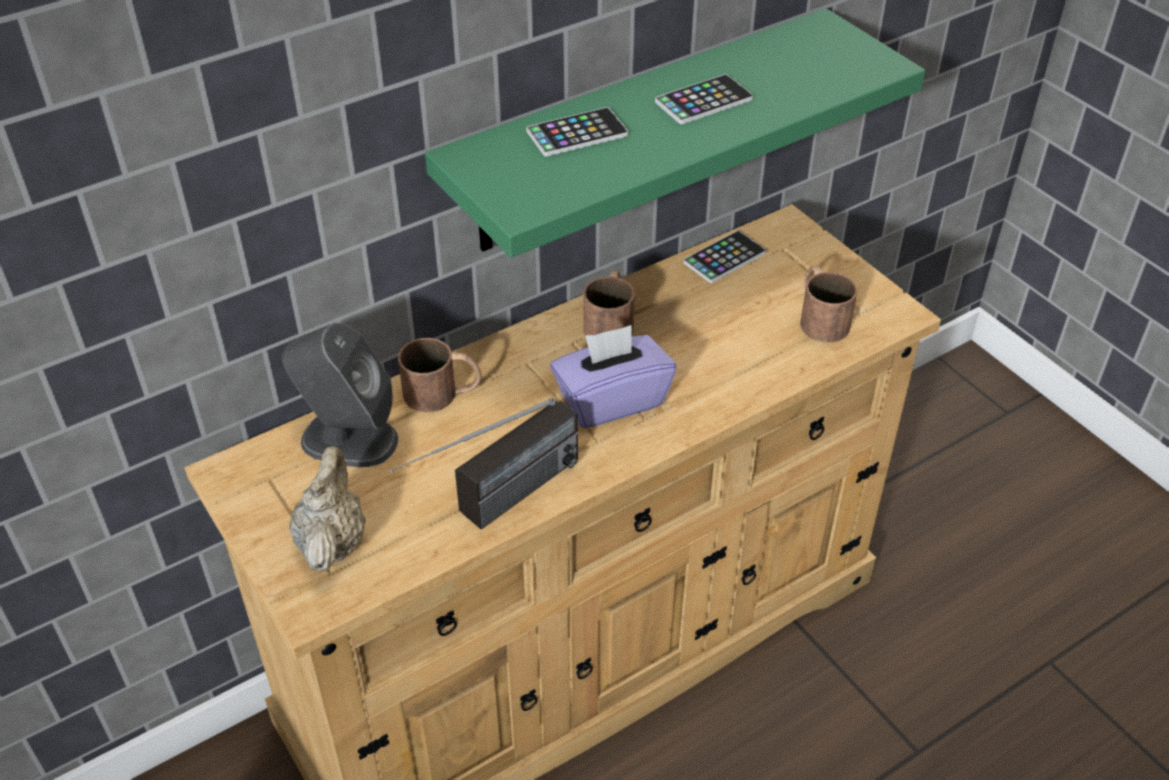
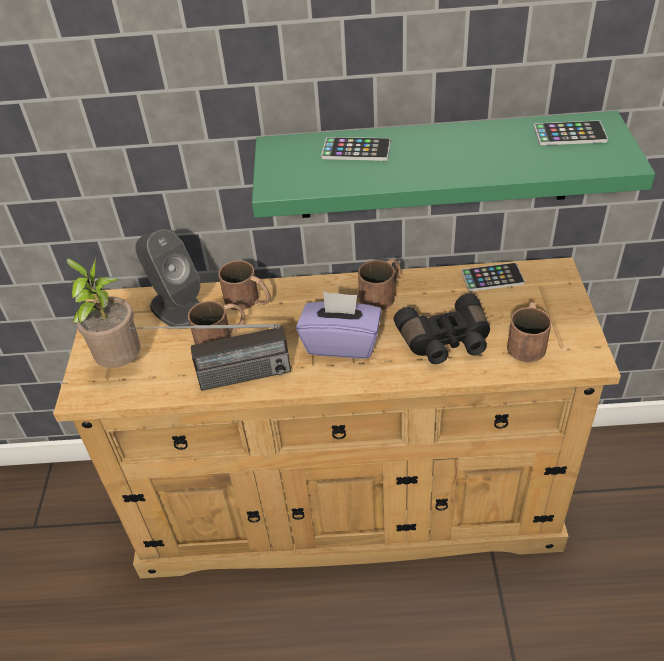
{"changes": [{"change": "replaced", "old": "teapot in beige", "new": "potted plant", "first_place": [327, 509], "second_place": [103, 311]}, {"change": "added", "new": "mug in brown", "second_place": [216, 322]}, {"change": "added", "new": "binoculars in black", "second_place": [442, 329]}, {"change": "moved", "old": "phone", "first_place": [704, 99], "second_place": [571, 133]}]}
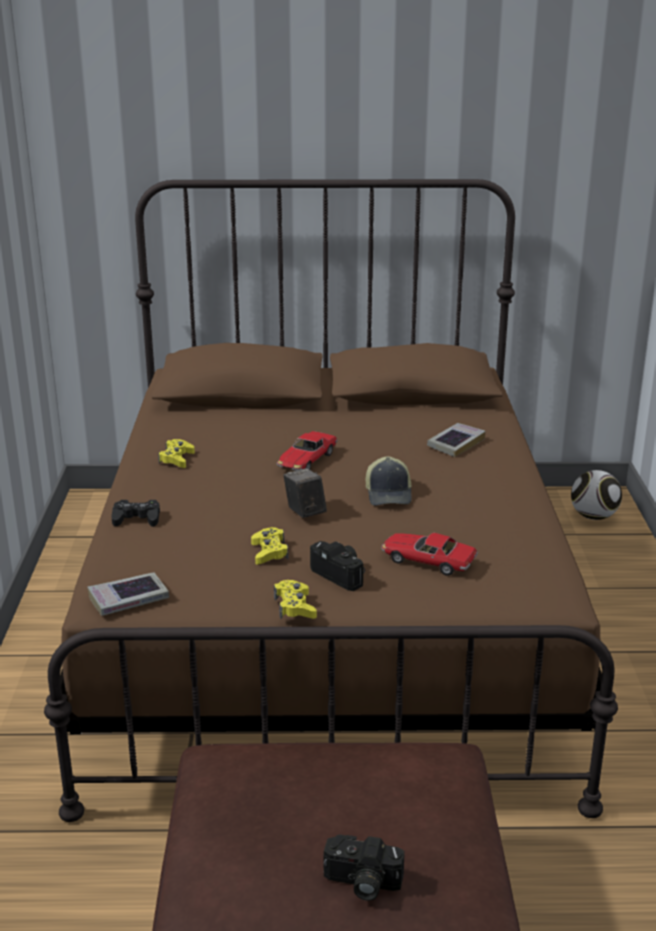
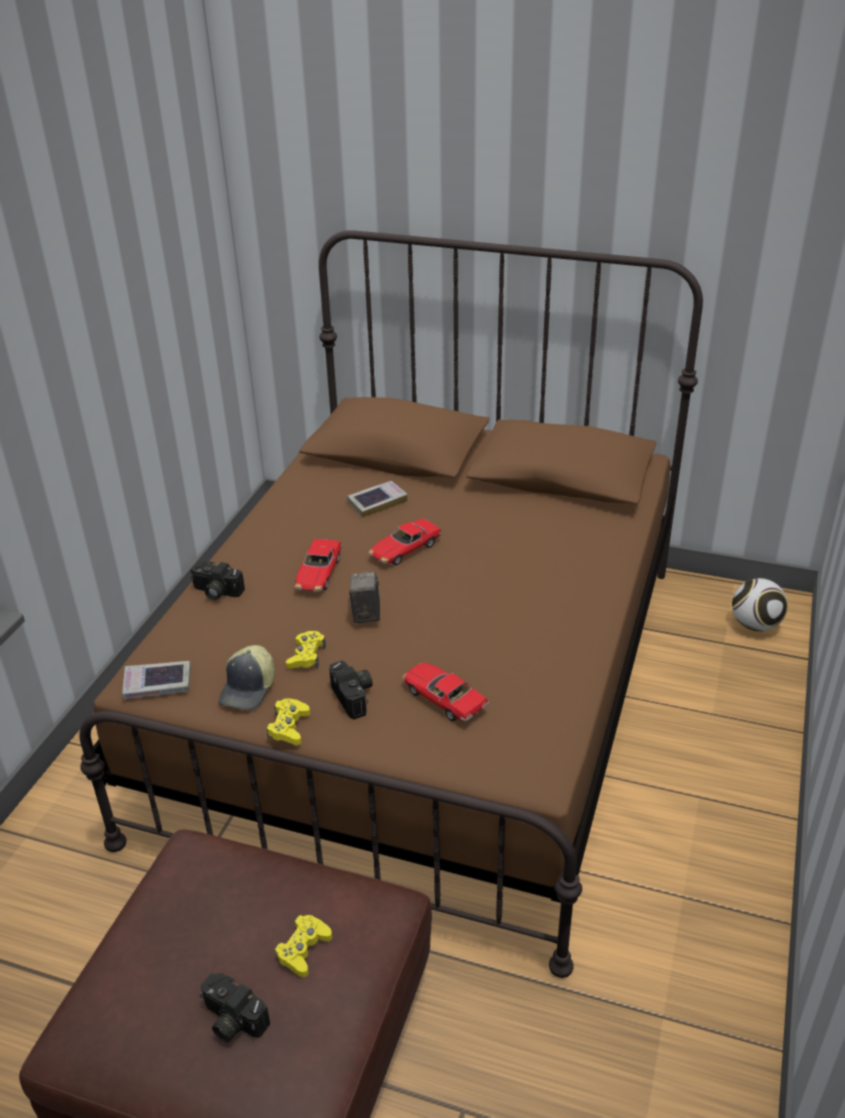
{"changes": [{"change": "replaced", "old": "game controller in black", "new": "photo camera", "first_place": [135, 513], "second_place": [218, 580]}, {"change": "moved", "old": "cap", "first_place": [389, 481], "second_place": [246, 677]}, {"change": "moved", "old": "game controller in yellow", "first_place": [176, 453], "second_place": [303, 946]}, {"change": "added", "new": "toy car", "second_place": [318, 565]}, {"change": "moved", "old": "book", "first_place": [456, 440], "second_place": [377, 499]}]}
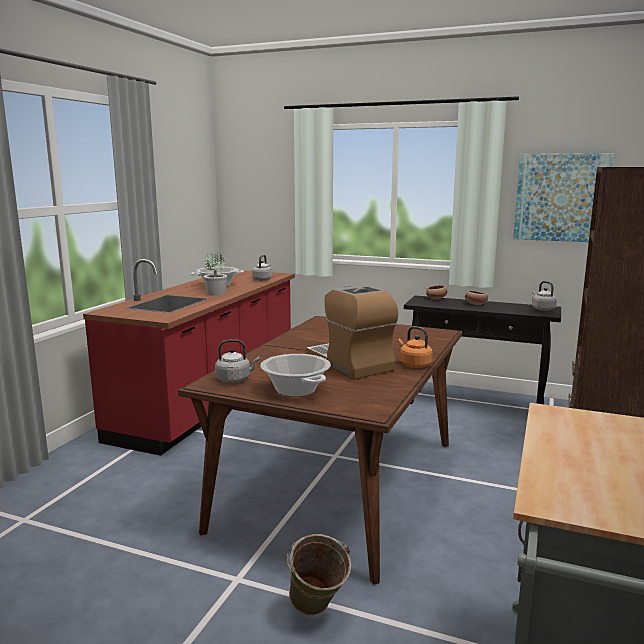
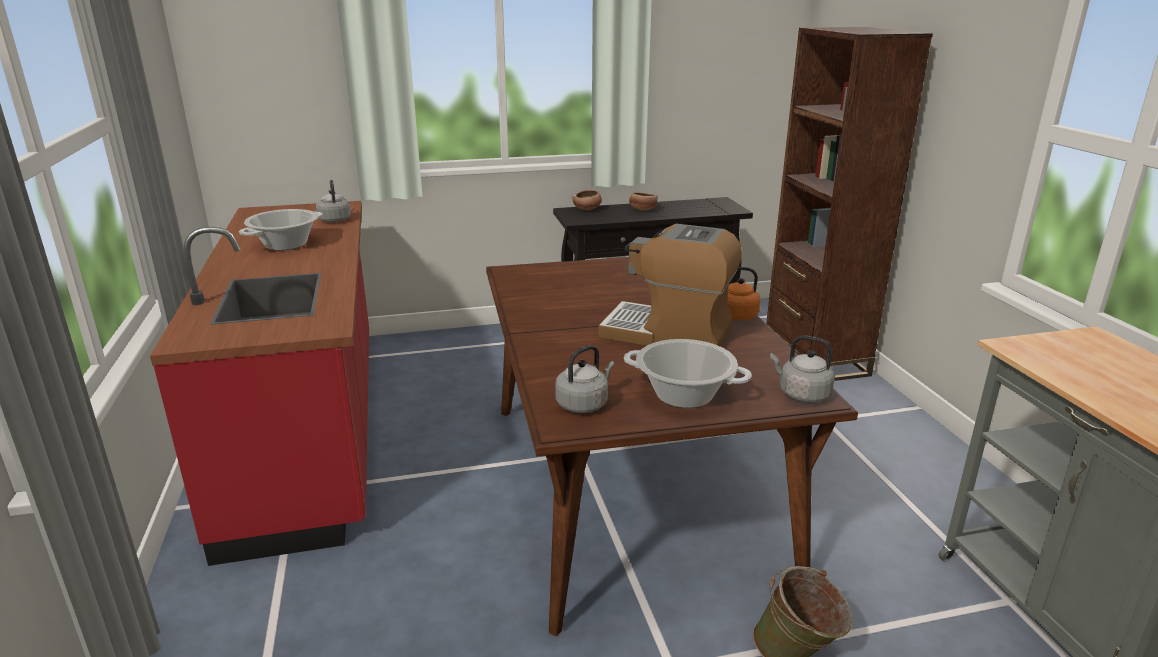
{"changes": [{"change": "moved", "old": "kettle in grey", "first_place": [544, 296], "second_place": [802, 369]}, {"change": "removed", "old": "potted plant", "first_place": [215, 274]}, {"change": "removed", "old": "picture", "first_place": [563, 197]}]}
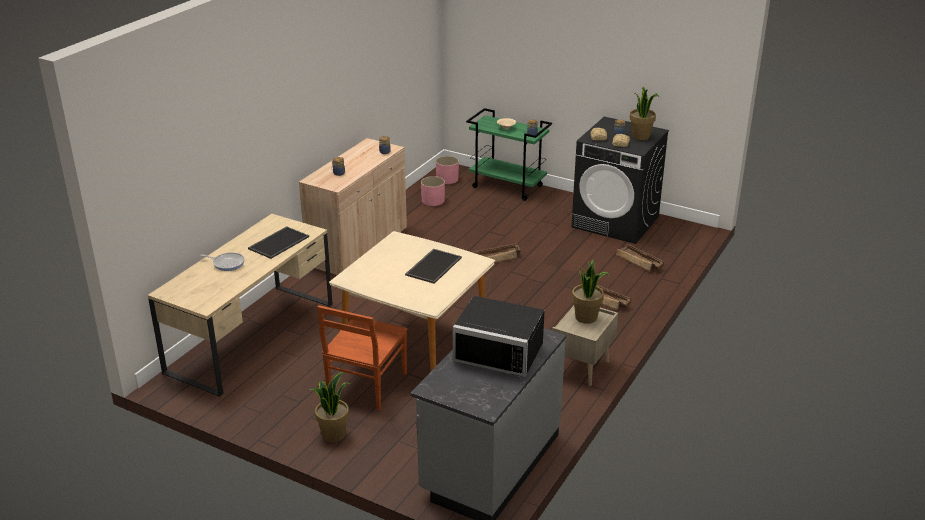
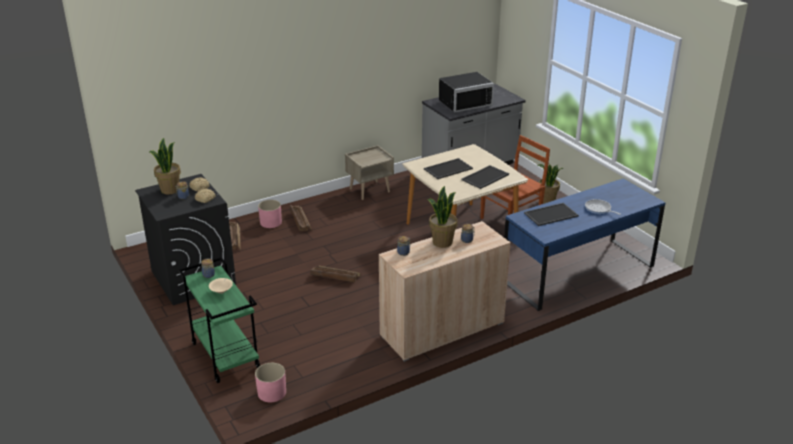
{"changes": [{"change": "moved", "old": "planter in pink", "first_place": [433, 191], "second_place": [270, 214]}, {"change": "moved", "old": "potted plant", "first_place": [591, 291], "second_place": [443, 217]}, {"change": "turned", "old": "microwave in black", "first_place": [499, 336], "second_place": [466, 92], "degrees": 105}, {"change": "added", "new": "tray", "second_place": [485, 177]}, {"change": "recoloured", "old": "desk in beige", "new": "desk in blue", "first_place": [240, 305], "second_place": [585, 244]}]}
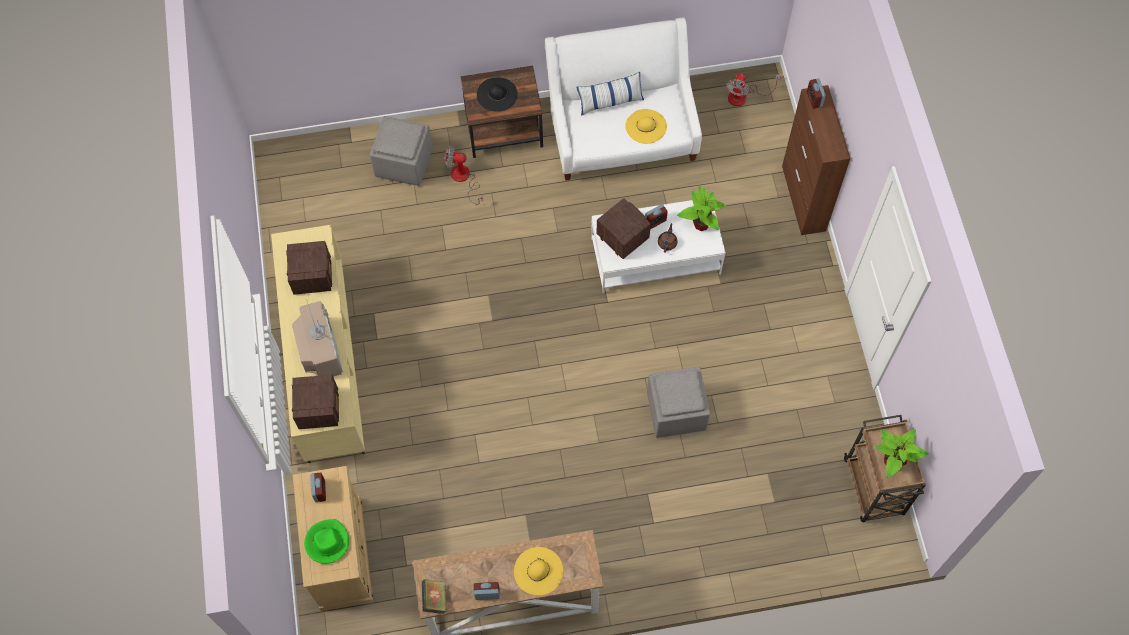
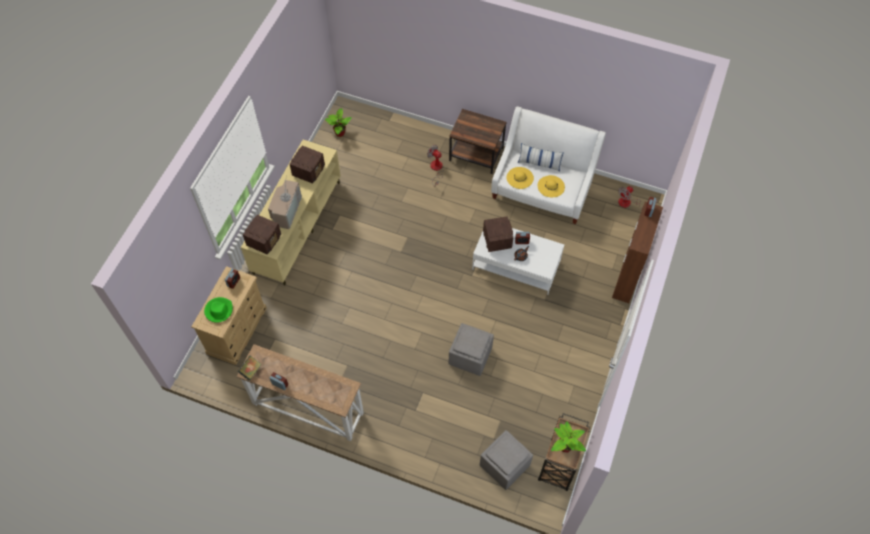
{"changes": [{"change": "moved", "old": "potted plant", "first_place": [701, 208], "second_place": [338, 122]}, {"change": "moved", "old": "ottoman in grey", "first_place": [401, 151], "second_place": [506, 460]}, {"change": "moved", "old": "hat in yellow", "first_place": [538, 571], "second_place": [520, 178]}, {"change": "removed", "old": "hat in black", "first_place": [497, 95]}]}
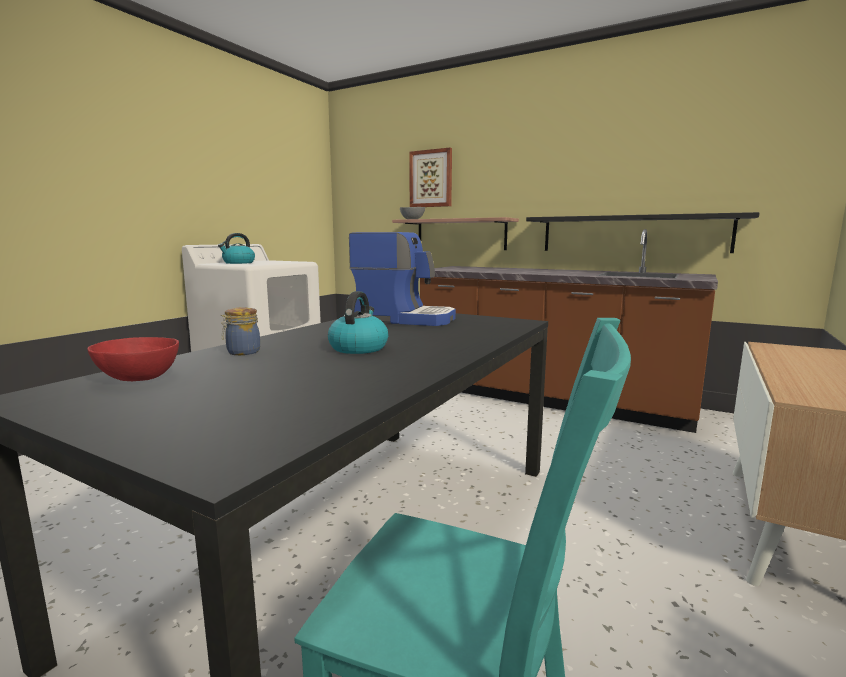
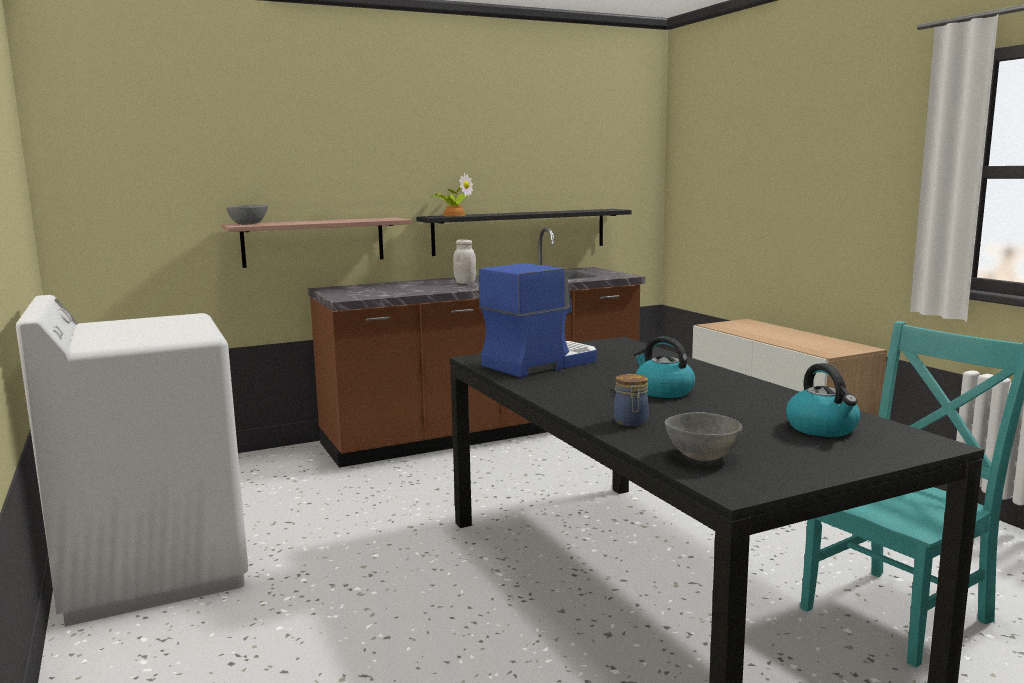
{"changes": [{"change": "added", "new": "potted plant", "second_place": [452, 194]}, {"change": "added", "new": "jar in white", "second_place": [464, 262]}, {"change": "recoloured", "old": "bowl in red", "new": "bowl in grey", "first_place": [133, 359], "second_place": [704, 436]}, {"change": "moved", "old": "kettle", "first_place": [236, 248], "second_place": [823, 400]}, {"change": "removed", "old": "picture", "first_place": [430, 177]}]}
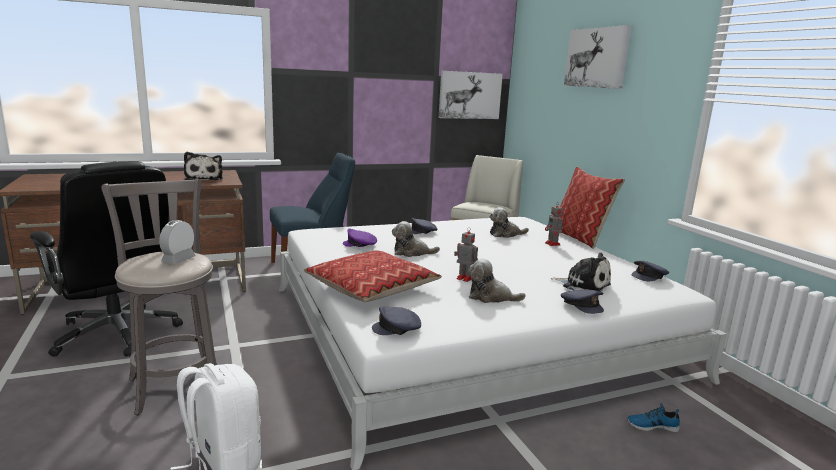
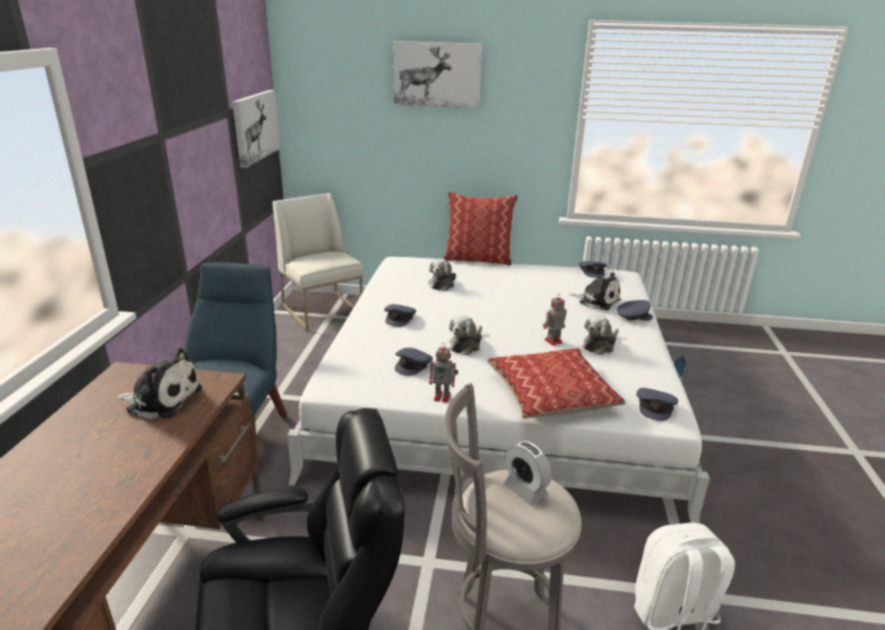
{"changes": [{"change": "recoloured", "old": "cap in purple", "new": "cap in grey", "first_place": [360, 238], "second_place": [414, 362]}, {"change": "moved", "old": "toy robot", "first_place": [554, 224], "second_place": [443, 373]}, {"change": "turned", "old": "plush toy", "first_place": [581, 272], "second_place": [595, 291], "degrees": 60}]}
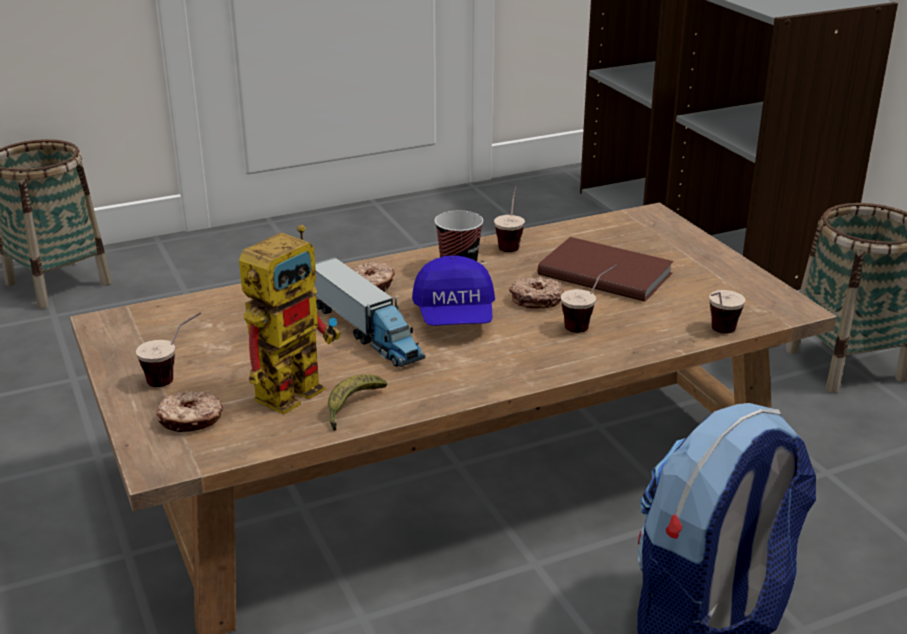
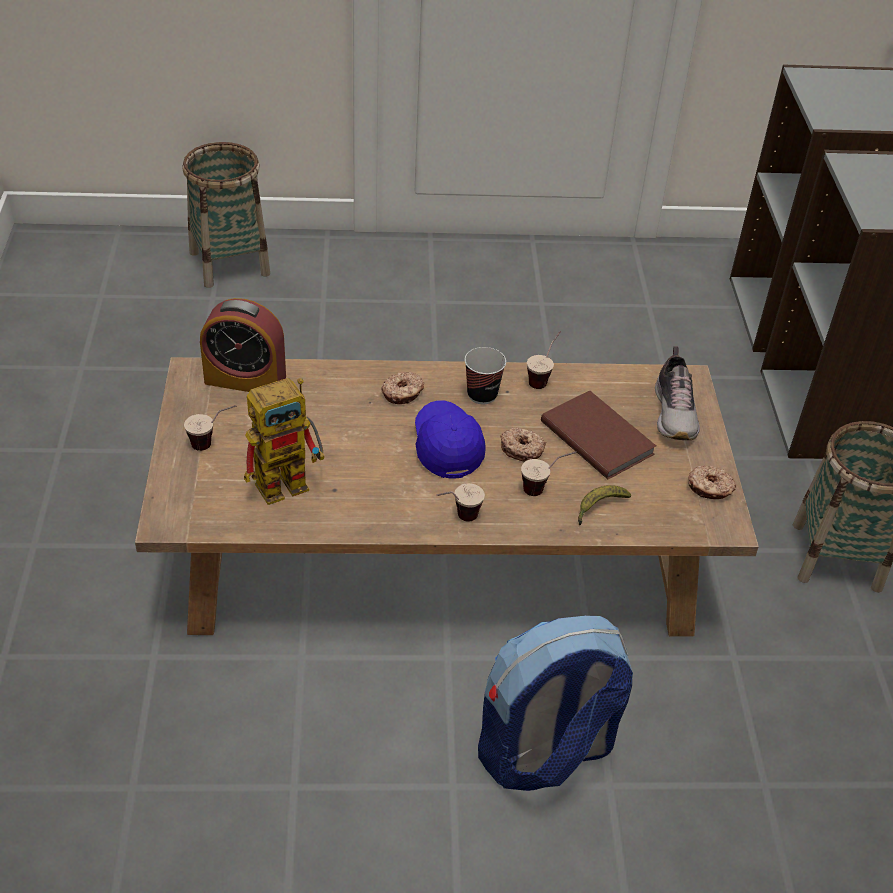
{"changes": [{"change": "added", "new": "alarm clock", "second_place": [243, 345]}, {"change": "turned", "old": "cap in blue", "first_place": [453, 290], "second_place": [450, 439], "degrees": 150}, {"change": "moved", "old": "cup", "first_place": [727, 312], "second_place": [460, 502]}, {"change": "moved", "old": "banana", "first_place": [357, 403], "second_place": [604, 505]}, {"change": "added", "new": "shoe", "second_place": [677, 393]}, {"change": "moved", "old": "donut", "first_place": [189, 411], "second_place": [712, 482]}, {"change": "removed", "old": "toy truck", "first_place": [369, 312]}]}
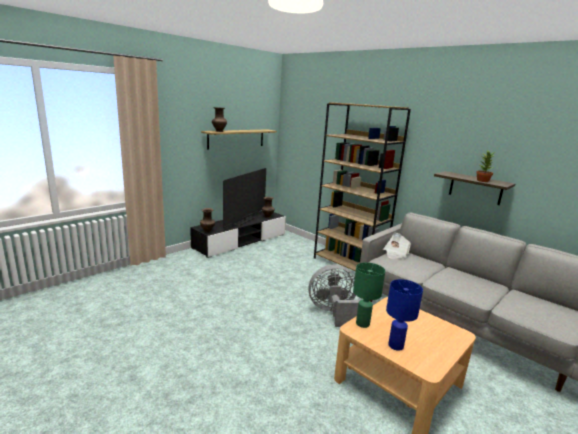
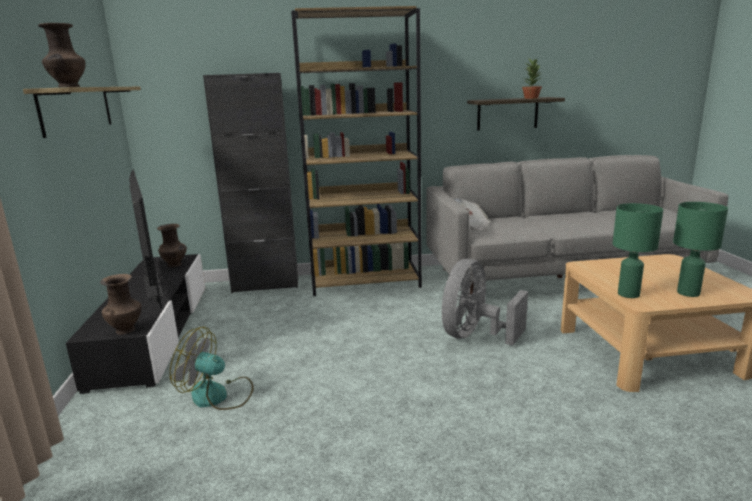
{"changes": [{"change": "added", "new": "fan", "second_place": [212, 368]}, {"change": "added", "new": "cabinet in black", "second_place": [250, 183]}, {"change": "recoloured", "old": "table lamp in blue", "new": "table lamp in green", "first_place": [404, 315], "second_place": [700, 249]}]}
